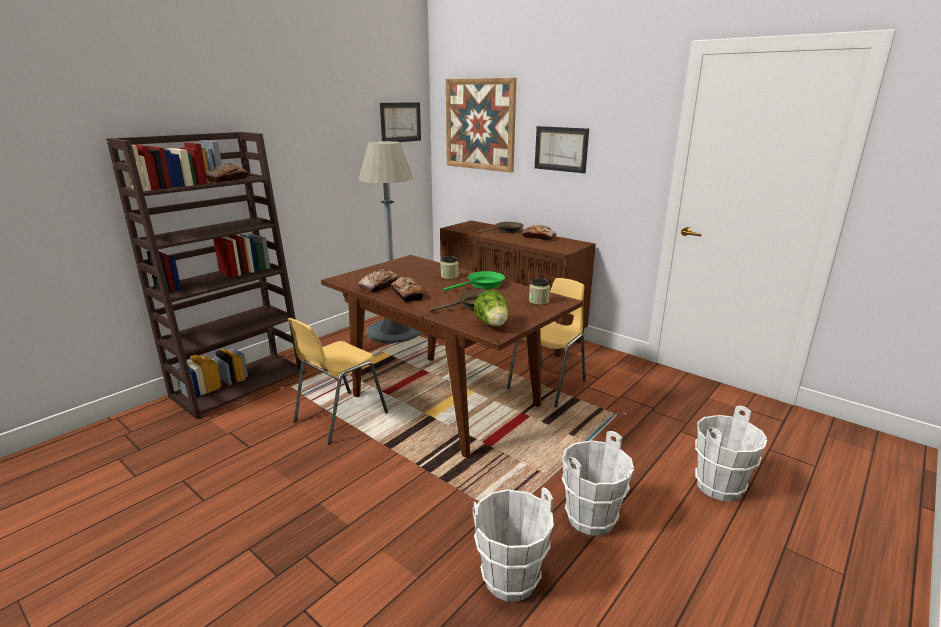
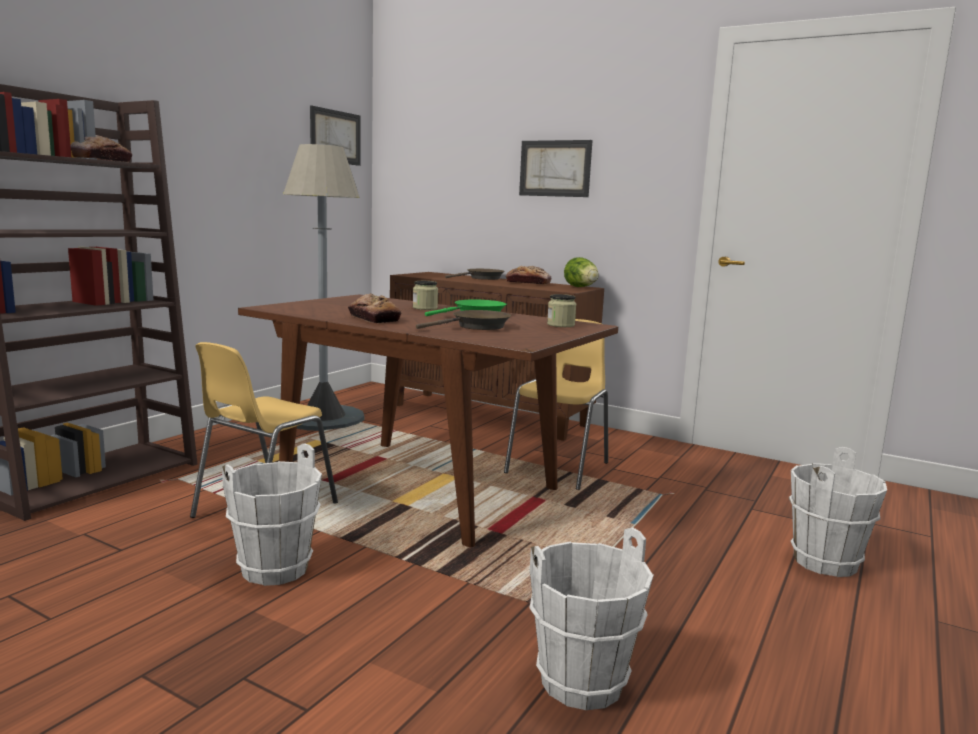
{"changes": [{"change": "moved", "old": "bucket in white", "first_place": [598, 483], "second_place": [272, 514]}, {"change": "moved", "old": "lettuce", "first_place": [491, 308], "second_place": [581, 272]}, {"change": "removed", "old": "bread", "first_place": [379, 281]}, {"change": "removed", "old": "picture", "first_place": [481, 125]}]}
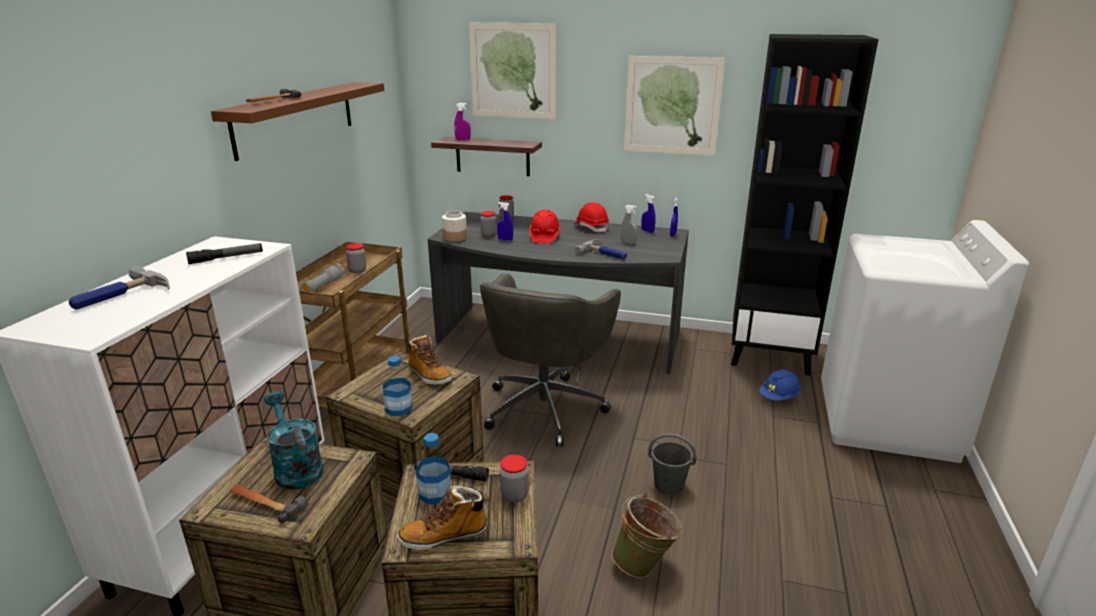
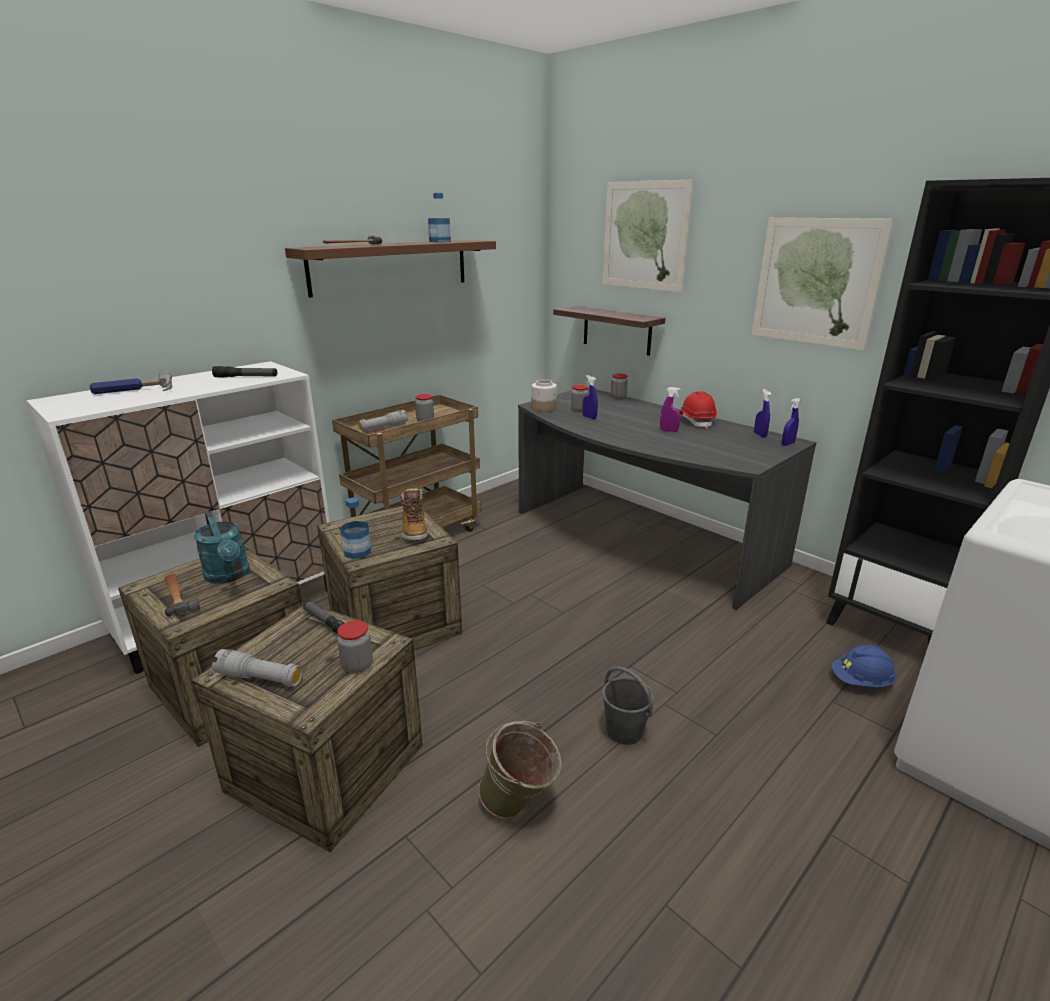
{"changes": [{"change": "turned", "old": "watering can in turquoise", "first_place": [293, 440], "second_place": [222, 547], "degrees": 150}, {"change": "replaced", "old": "boot", "new": "flashlight in grey", "first_place": [442, 517], "second_place": [257, 668]}, {"change": "moved", "old": "bottle", "first_place": [433, 469], "second_place": [439, 217]}, {"change": "moved", "old": "spray bottle in purple", "first_place": [462, 121], "second_place": [670, 409]}, {"change": "removed", "old": "office chair in grey", "first_place": [550, 360]}, {"change": "removed", "old": "hard hat in red", "first_place": [544, 226]}, {"change": "removed", "old": "hammer", "first_place": [600, 249]}, {"change": "removed", "old": "spray bottle in grey", "first_place": [629, 224]}]}
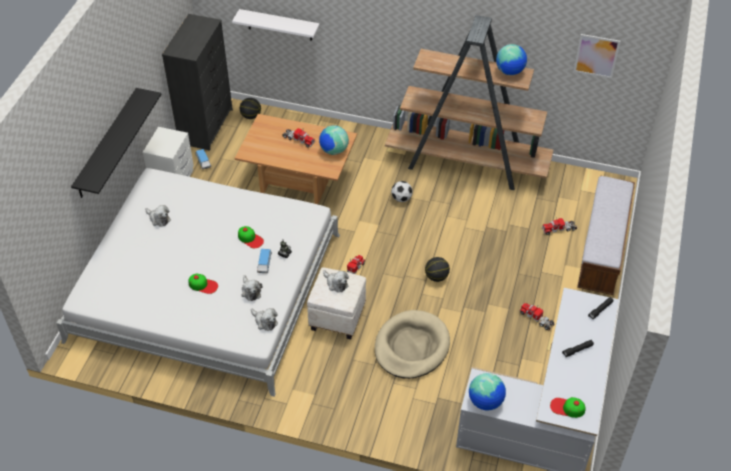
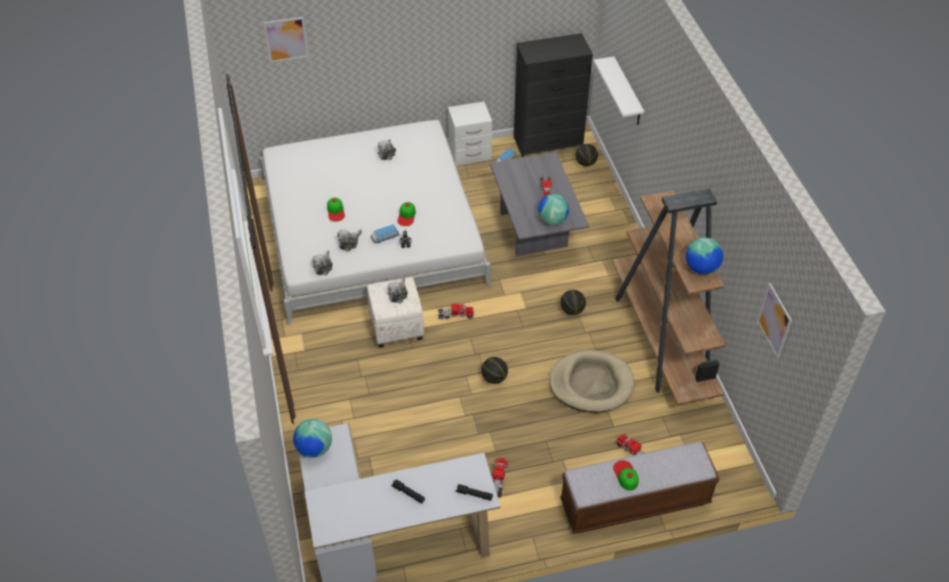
{"changes": [{"change": "added", "new": "picture", "second_place": [286, 40]}, {"change": "recoloured", "old": "coffee table in brown", "new": "coffee table in grey", "first_place": [296, 159], "second_place": [539, 204]}, {"change": "moved", "old": "dog bed in beige", "first_place": [412, 344], "second_place": [592, 381]}, {"change": "replaced", "old": "football", "new": "basketball", "first_place": [402, 191], "second_place": [573, 302]}, {"change": "moved", "old": "cap", "first_place": [568, 407], "second_place": [626, 475]}, {"change": "removed", "old": "shelf in black", "first_place": [116, 143]}]}
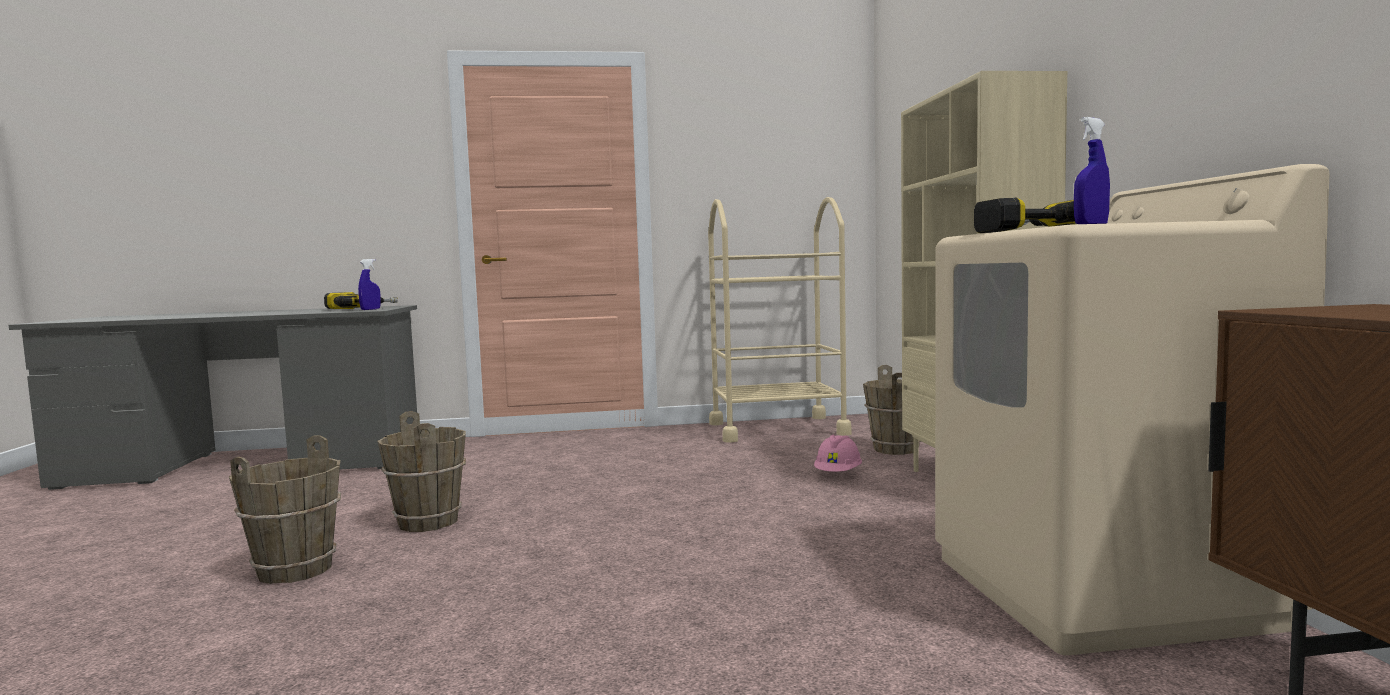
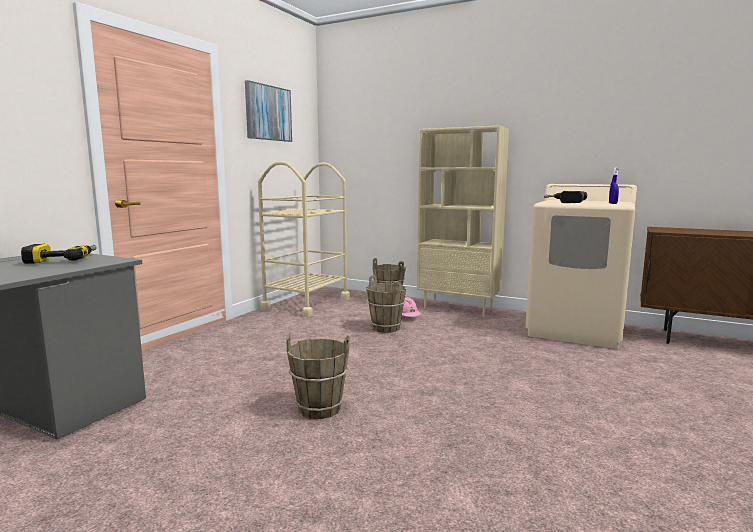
{"changes": [{"change": "added", "new": "picture", "second_place": [268, 111]}, {"change": "moved", "old": "bucket in brown", "first_place": [285, 510], "second_place": [386, 304]}, {"change": "removed", "old": "spray bottle in blue", "first_place": [369, 284]}]}
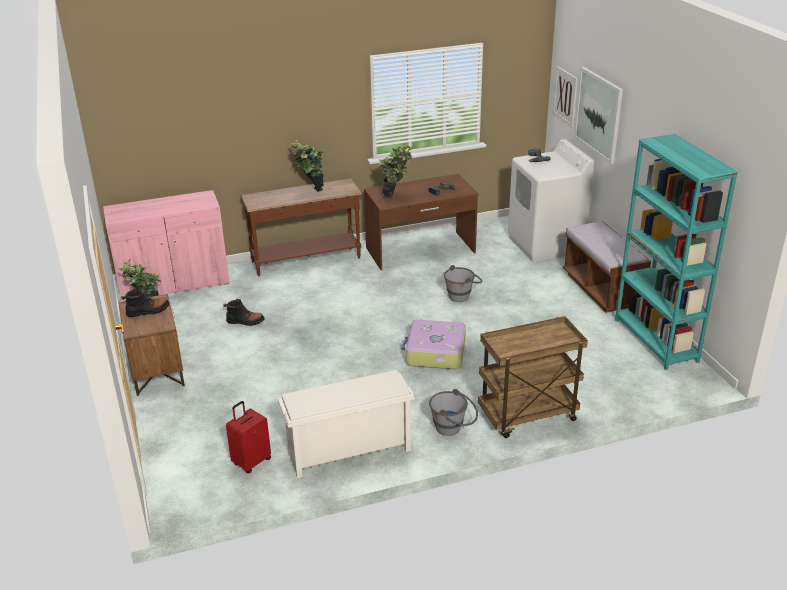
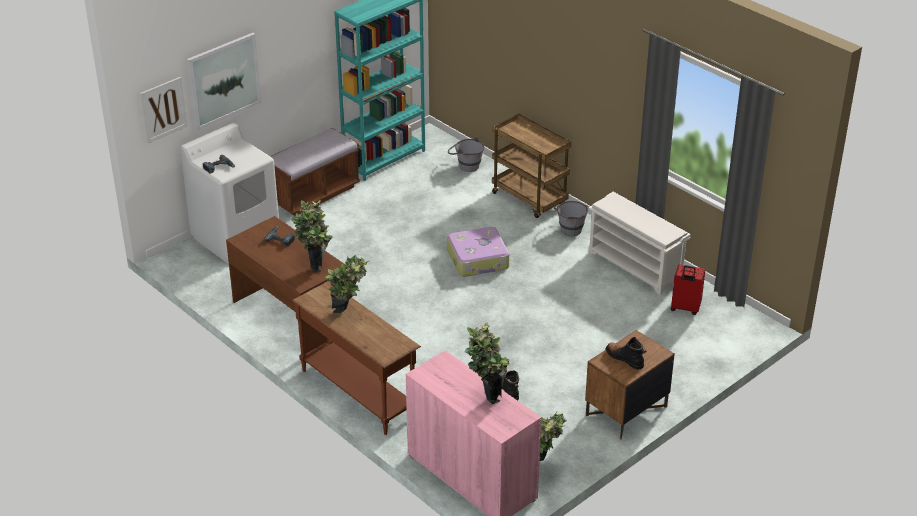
{"changes": [{"change": "moved", "old": "bucket in grey", "first_place": [463, 283], "second_place": [466, 154]}, {"change": "added", "new": "potted plant", "second_place": [487, 363]}]}
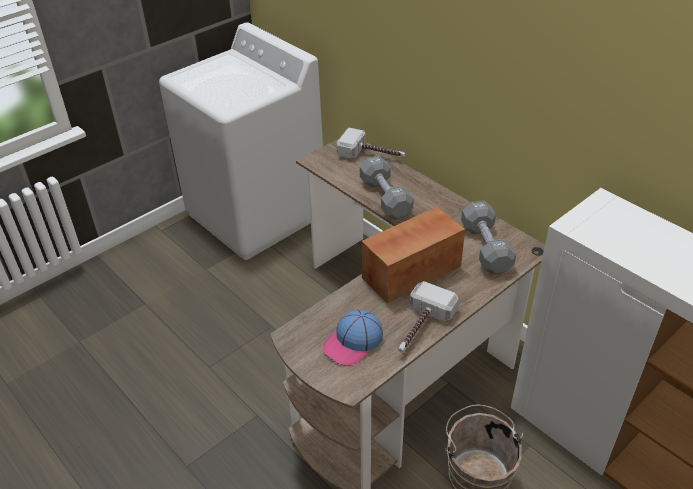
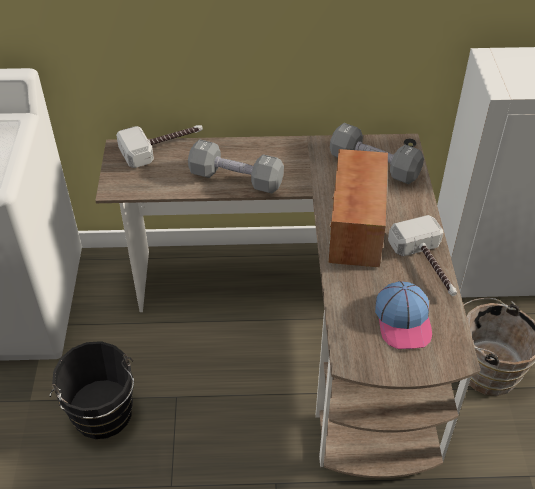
{"changes": [{"change": "added", "new": "bucket in black", "second_place": [92, 390]}]}
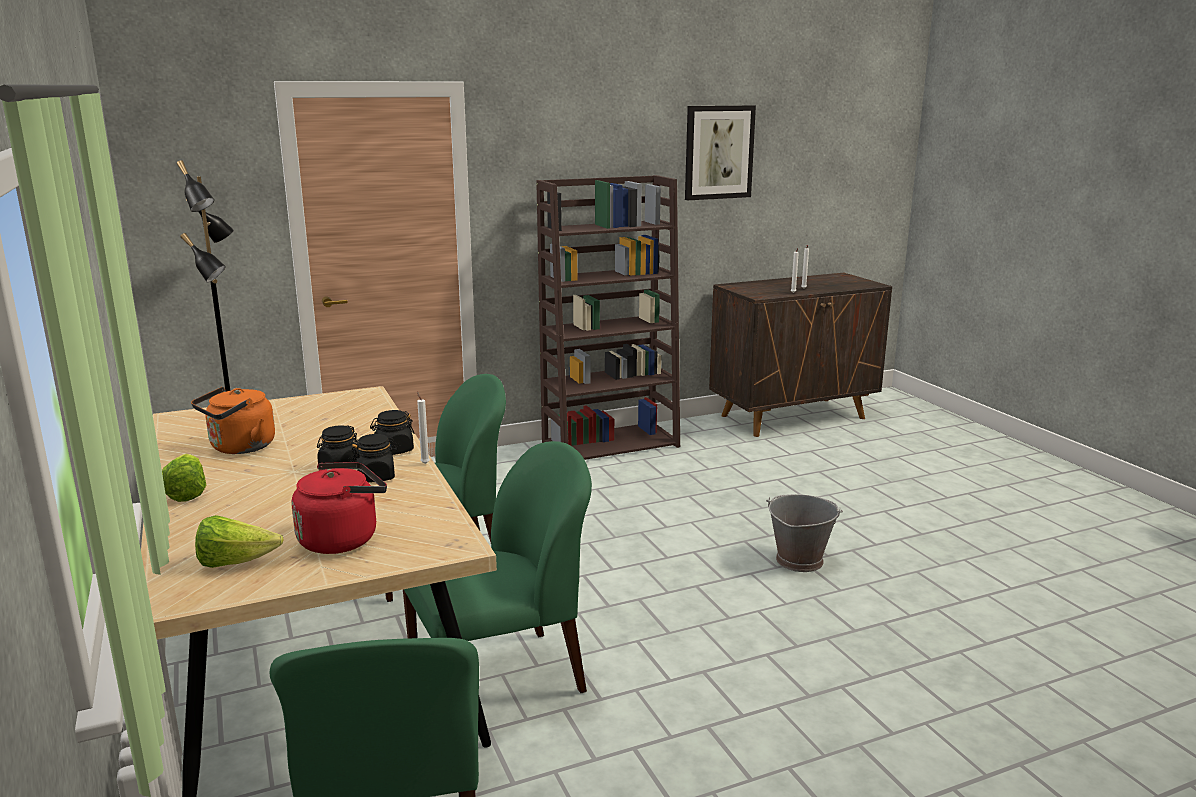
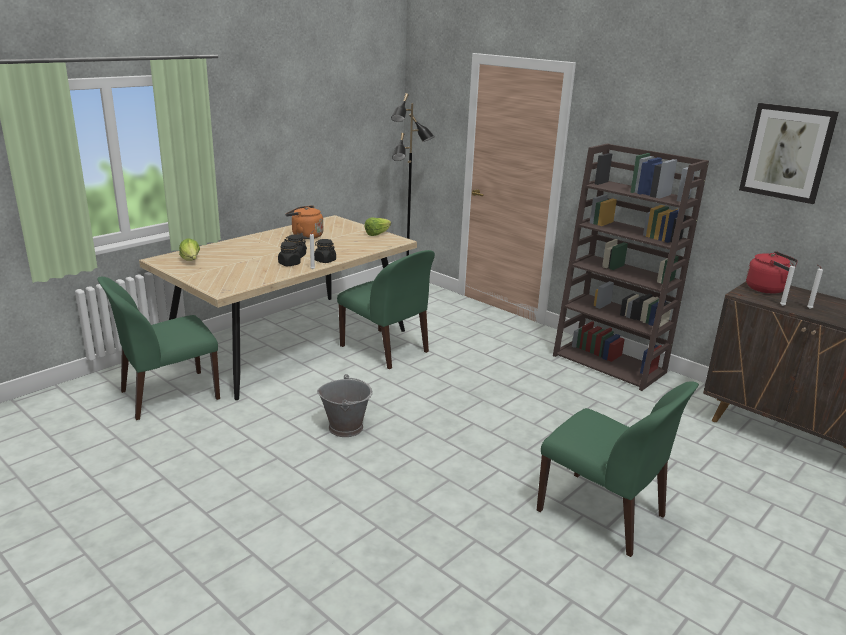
{"changes": [{"change": "moved", "old": "bucket in grey", "first_place": [804, 533], "second_place": [345, 405]}, {"change": "moved", "old": "lettuce", "first_place": [184, 478], "second_place": [378, 226]}, {"change": "moved", "old": "chair in green", "first_place": [497, 567], "second_place": [618, 469]}, {"change": "moved", "old": "kettle in red", "first_place": [339, 508], "second_place": [772, 272]}]}
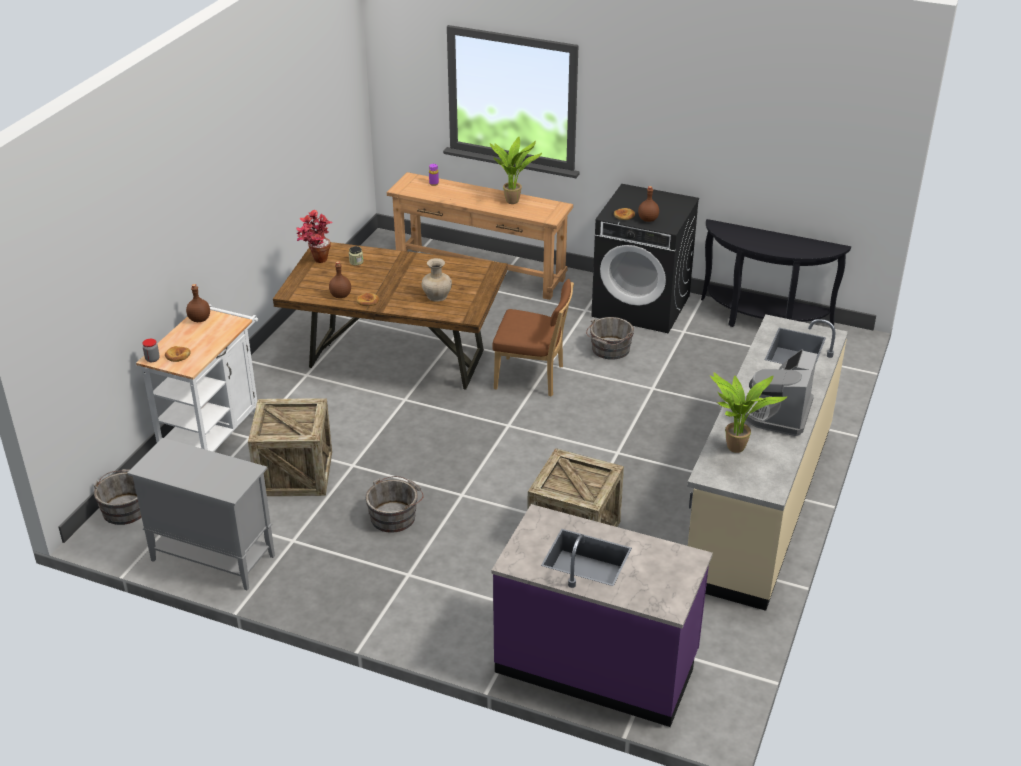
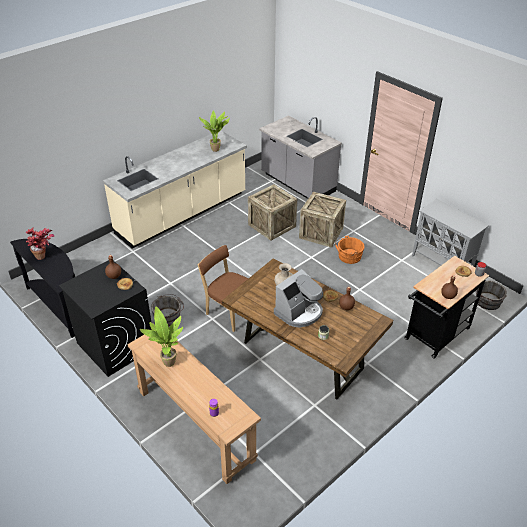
{"changes": [{"change": "moved", "old": "potted plant", "first_place": [314, 236], "second_place": [40, 243]}, {"change": "recoloured", "old": "counter in purple", "new": "counter in grey", "first_place": [602, 615], "second_place": [300, 157]}, {"change": "moved", "old": "coffee machine", "first_place": [781, 393], "second_place": [298, 298]}, {"change": "moved", "old": "crate", "first_place": [290, 447], "second_place": [322, 220]}, {"change": "recoloured", "old": "bucket in grey", "new": "bucket in orange", "first_place": [394, 504], "second_place": [349, 250]}, {"change": "recoloured", "old": "cart in white", "new": "cart in black", "first_place": [197, 378], "second_place": [447, 307]}]}
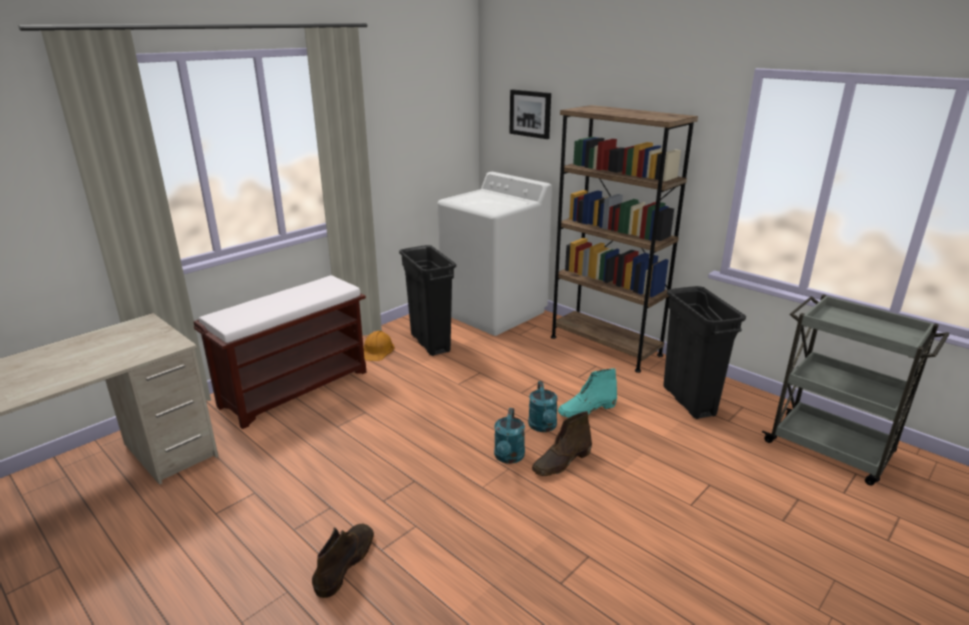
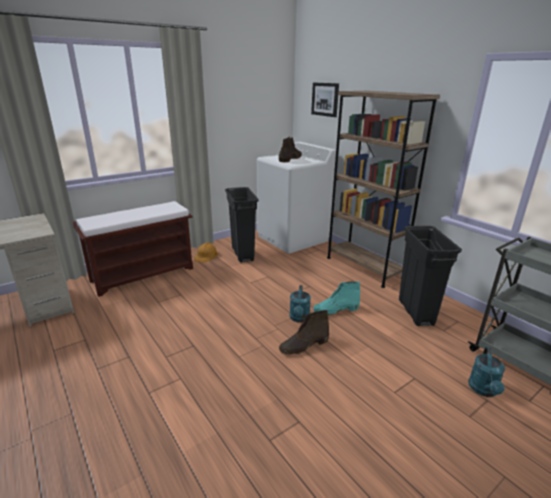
{"changes": [{"change": "moved", "old": "boot in brown", "first_place": [343, 561], "second_place": [290, 149]}, {"change": "moved", "old": "watering can in turquoise", "first_place": [509, 436], "second_place": [486, 372]}]}
